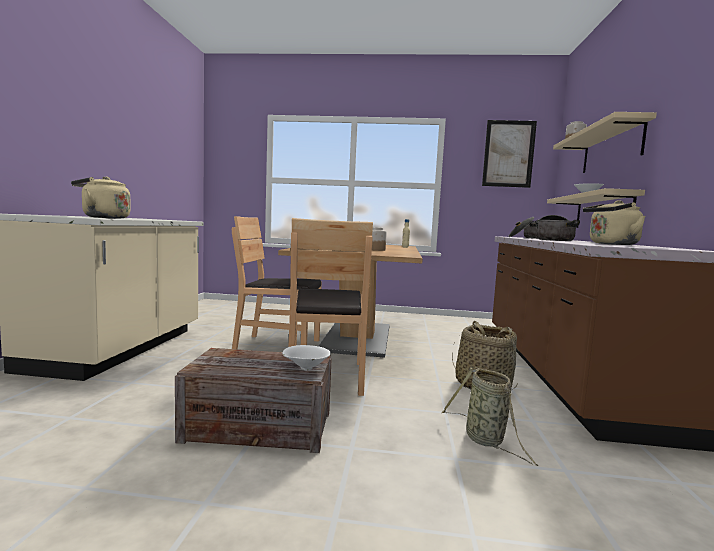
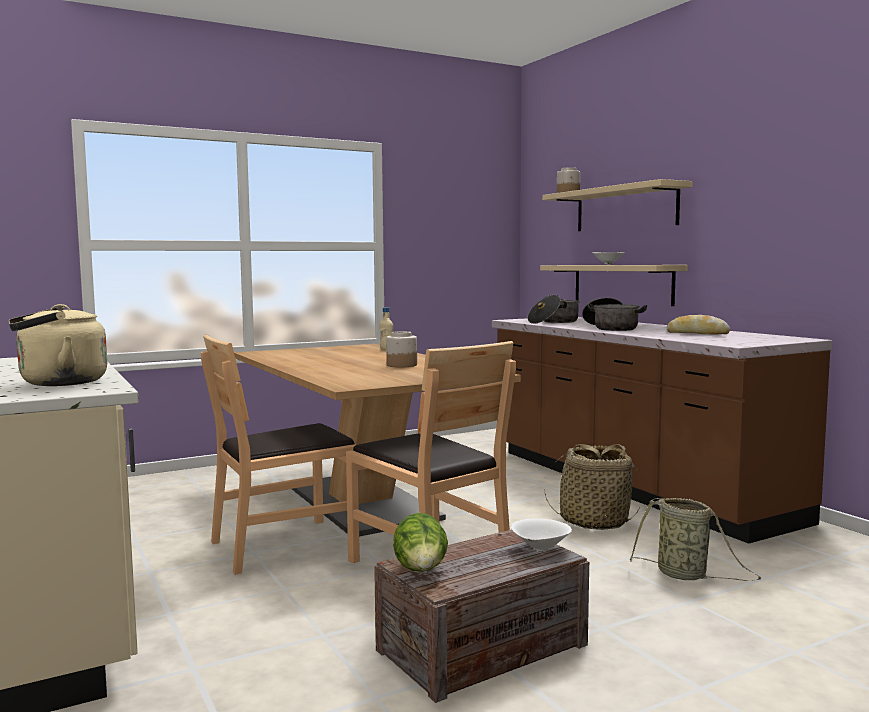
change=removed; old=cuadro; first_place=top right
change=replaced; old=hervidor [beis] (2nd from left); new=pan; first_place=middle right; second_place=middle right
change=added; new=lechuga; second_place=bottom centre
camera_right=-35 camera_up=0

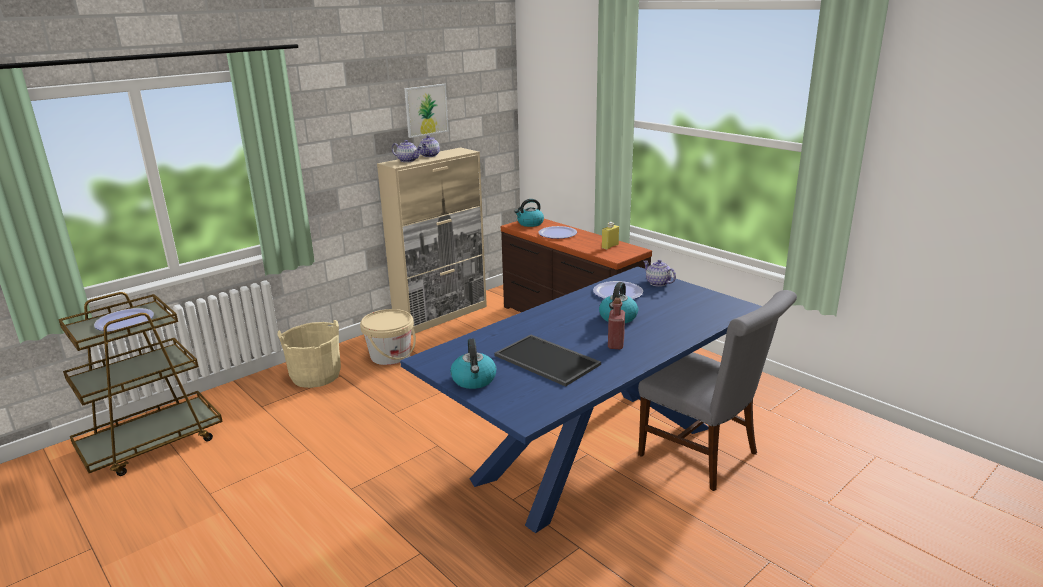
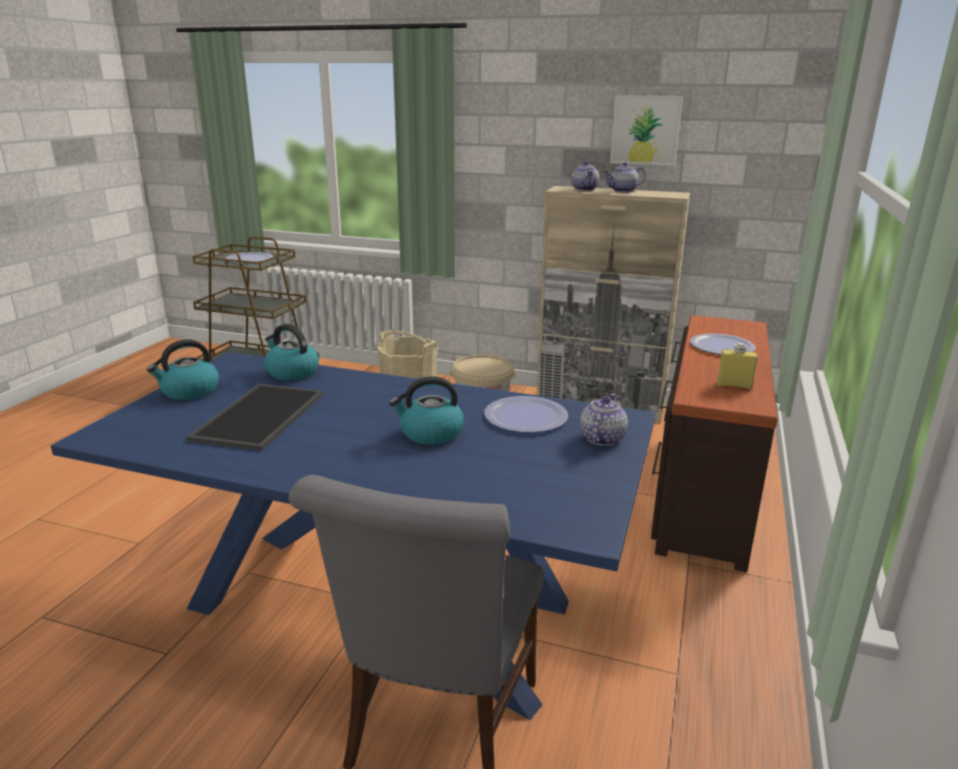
change=moved; old=hervidor (2nd from left); first_place=centre; second_place=middle left
change=removed; old=botella [rojo]; first_place=centre
camera_right=60 camera_up=0

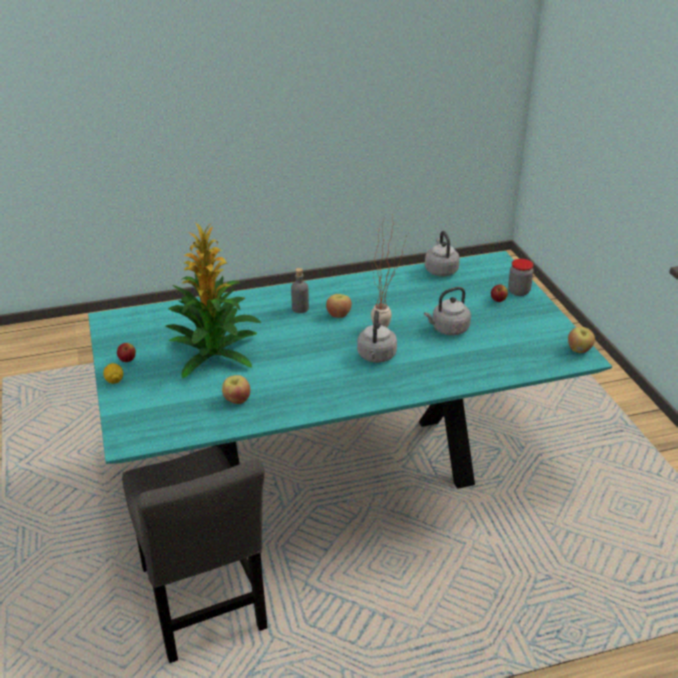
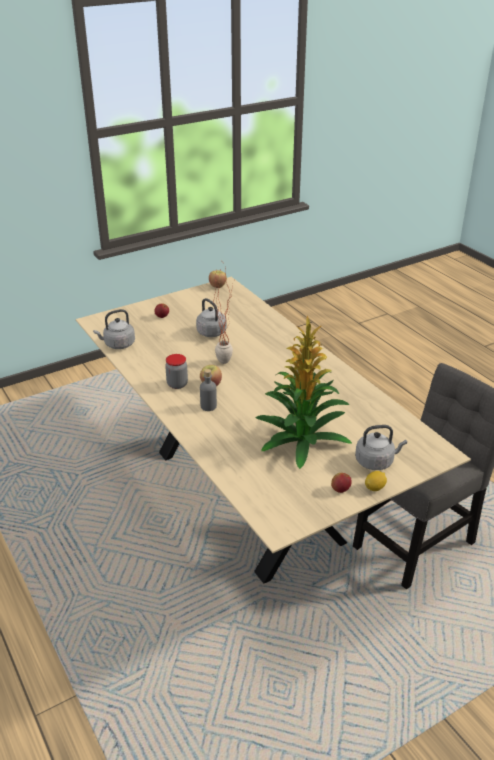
change=recoloured; old=mesa de comedor [turquesa]; new=mesa de comedor [beis]; first_place=centre; second_place=centre
change=moved; old=tarro; first_place=middle right; second_place=centre
change=moved; old=hervidor [gris] (1st from left in the first image); new=hervidor [gris] (3rd from left); first_place=centre; second_place=middle right
change=removed; old=manzana (2nd from left); first_place=centre
camera_right=-105 camera_up=0

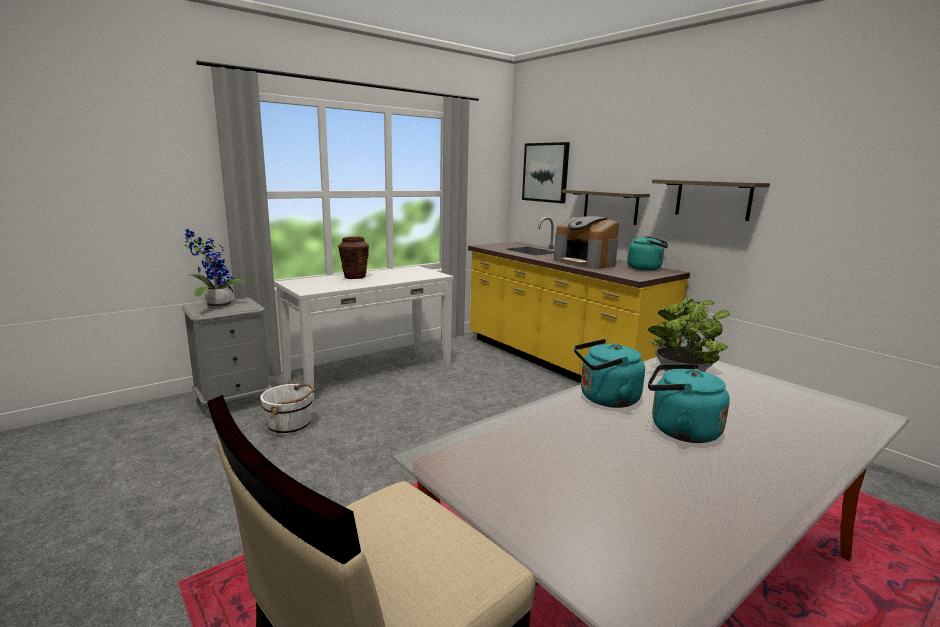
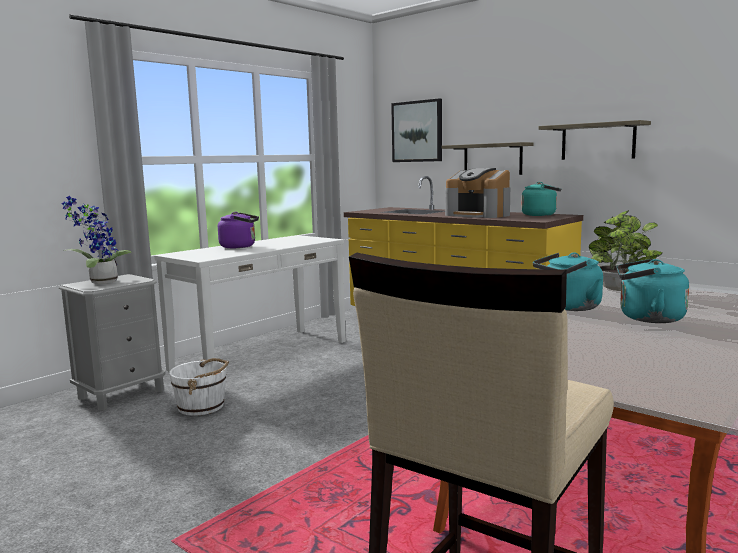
change=replaced; old=florero [marrón]; new=hervidor [morado]; first_place=centre; second_place=middle left
camera_right=-10 camera_up=-5

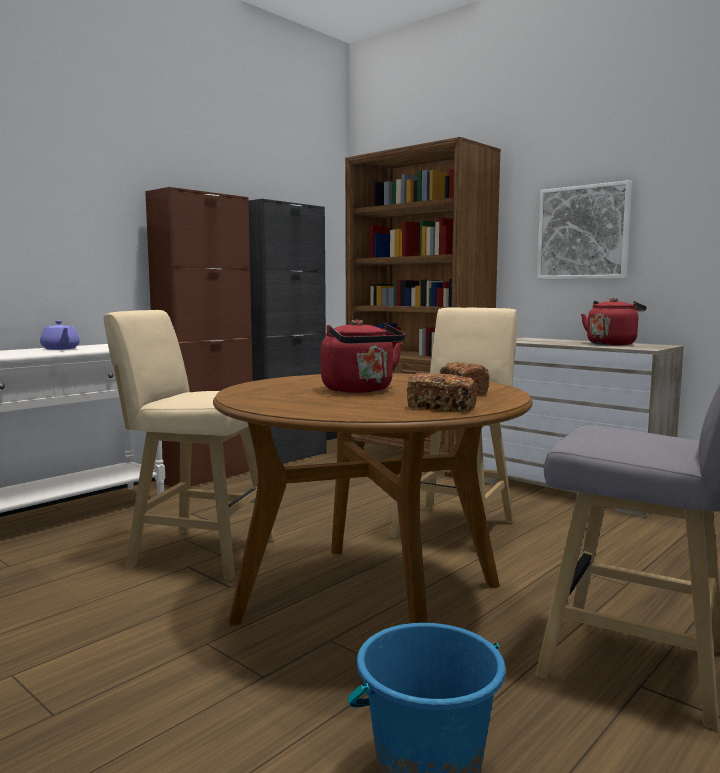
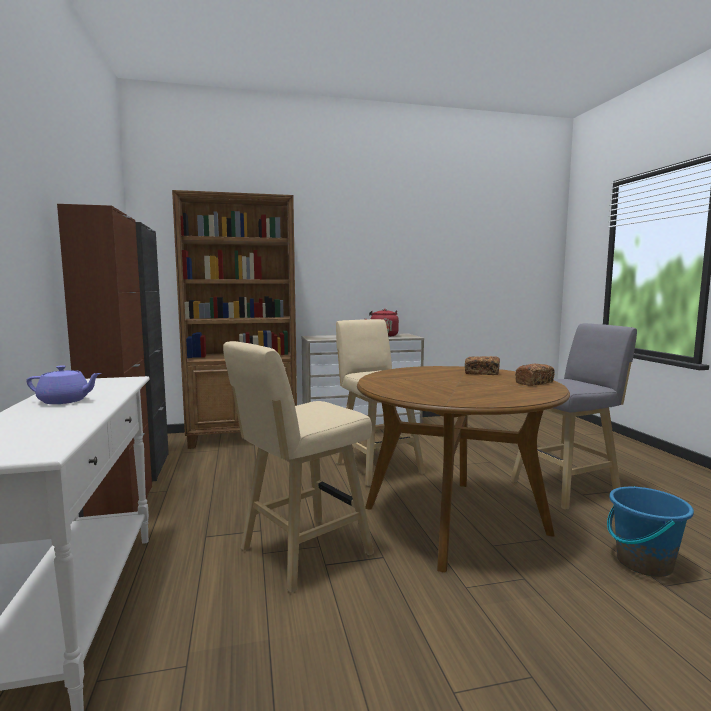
change=removed; old=cuadro; first_place=top right
change=removed; old=hervidor [rojo] (1st from left); first_place=centre
camera_right=-55 camera_up=0

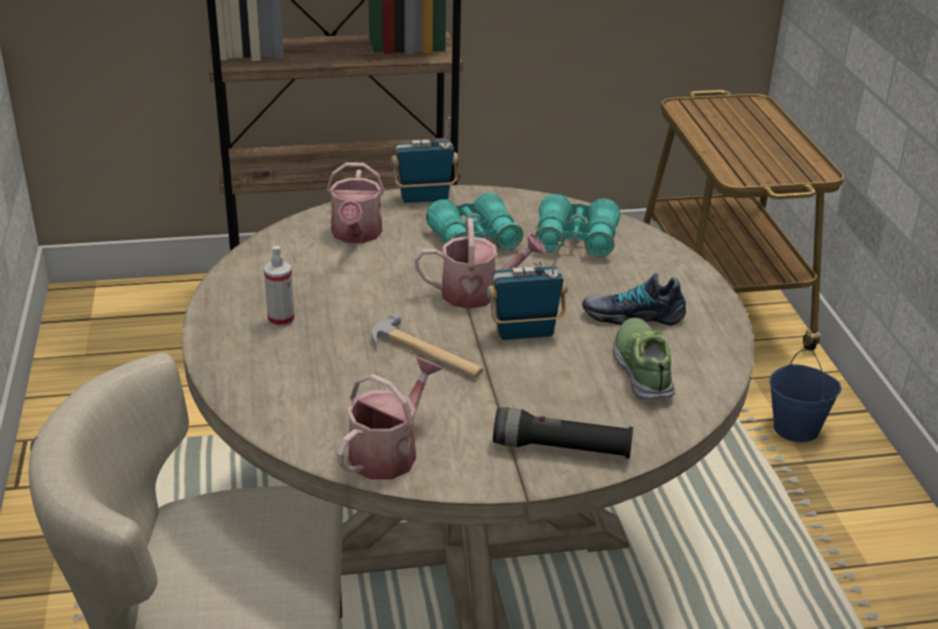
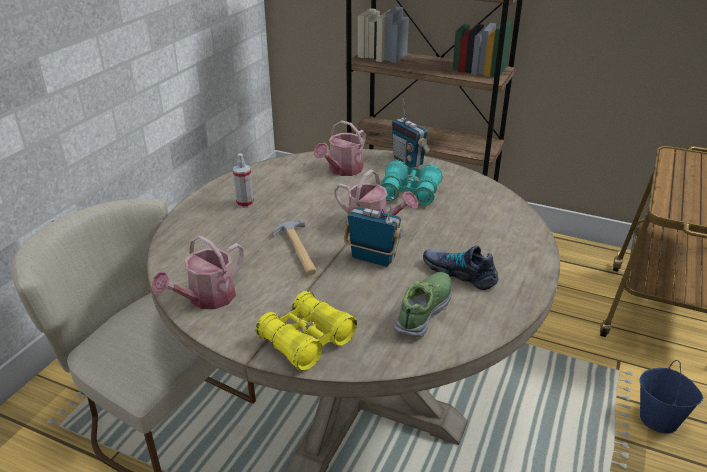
change=turned; old=radio (1st from left in the first image); first_place=top centre; second_place=top centre; degrees=-150
change=removed; old=prismáticos [turquesa] (2nd from left); first_place=centre
change=turned; old=regadera (2nd from left in the first image); first_place=centre; second_place=middle left; degrees=150
change=replaced; old=linterna [negro]; new=prismáticos [amarillo]; first_place=bottom centre; second_place=bottom centre
camera_right=35 camera_up=0

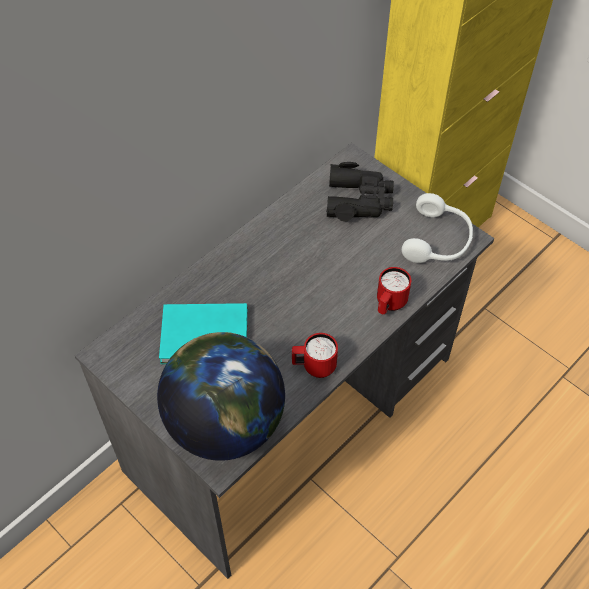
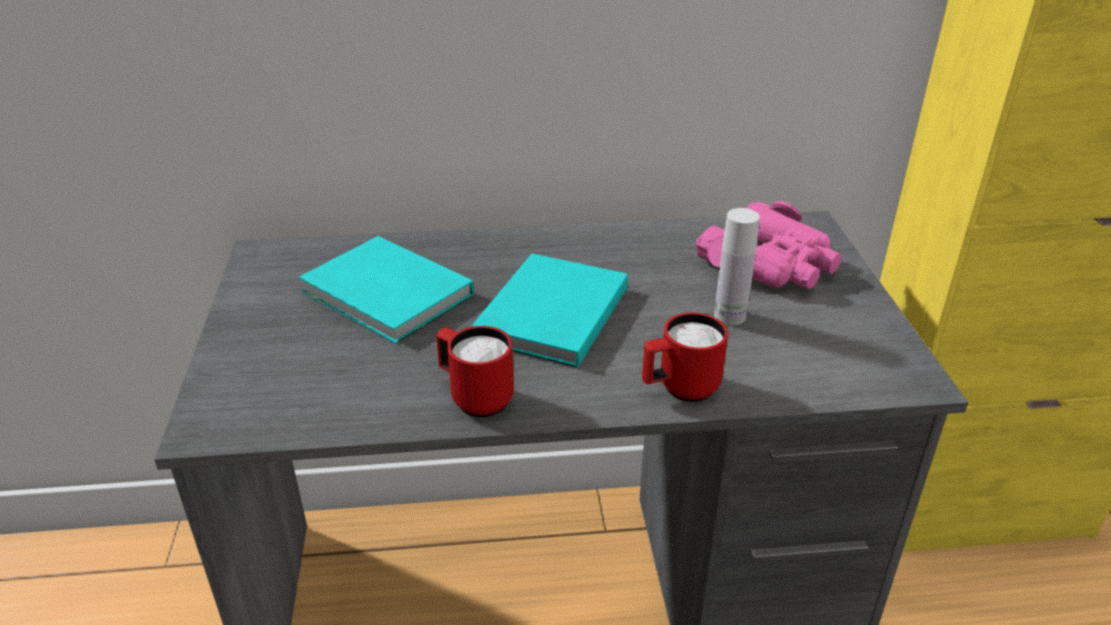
change=recoloured; old=prismáticos [negro]; new=prismáticos [rosa]; first_place=top centre; second_place=middle right
change=removed; old=auriculares [blanco]; first_place=middle right
change=removed; old=globo terráqueo; first_place=bottom centre
change=added; new=botella [blanco]; second_place=centre
change=added; new=libro [turquesa] (2nd from left); second_place=centre
camera_right=40 camera_up=-20

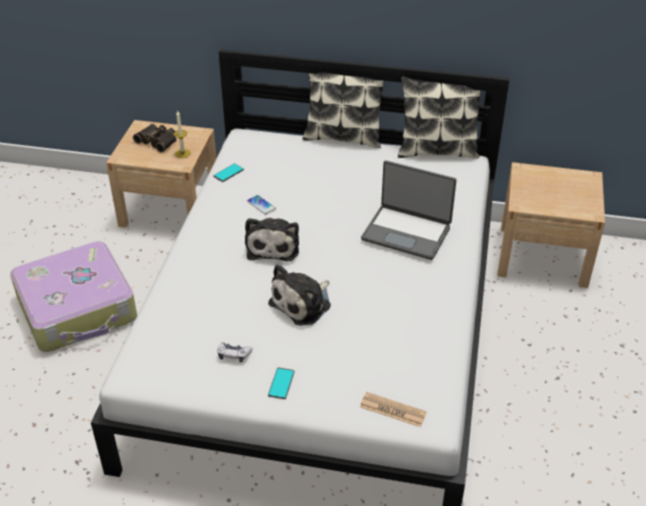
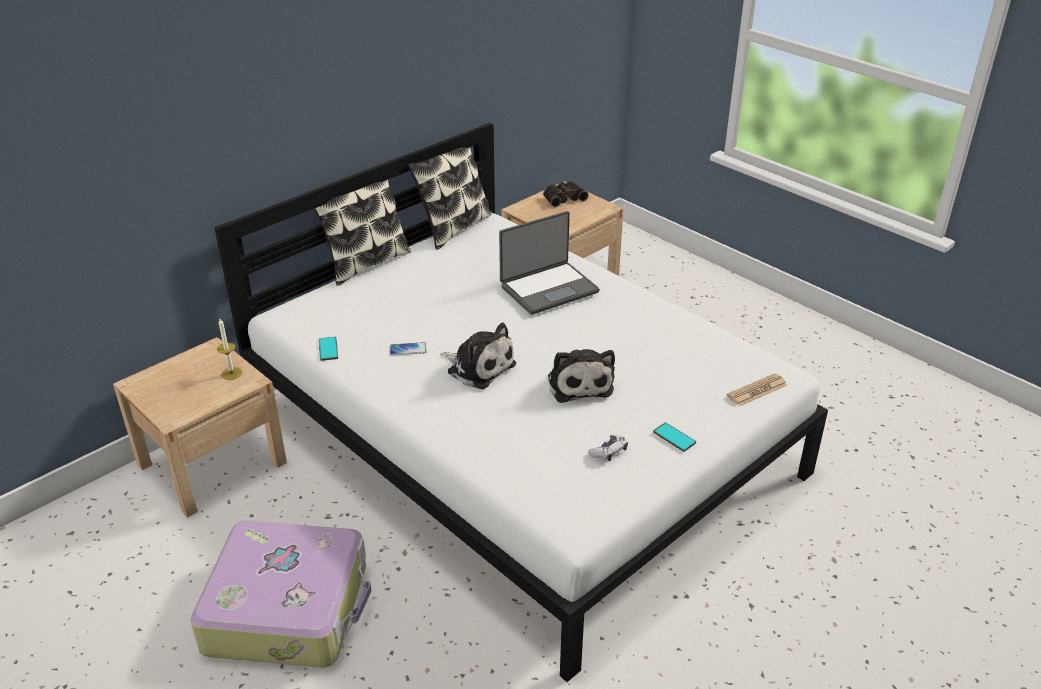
change=moved; old=prismáticos; first_place=top left; second_place=top centre
camera_right=-55 camera_up=-5

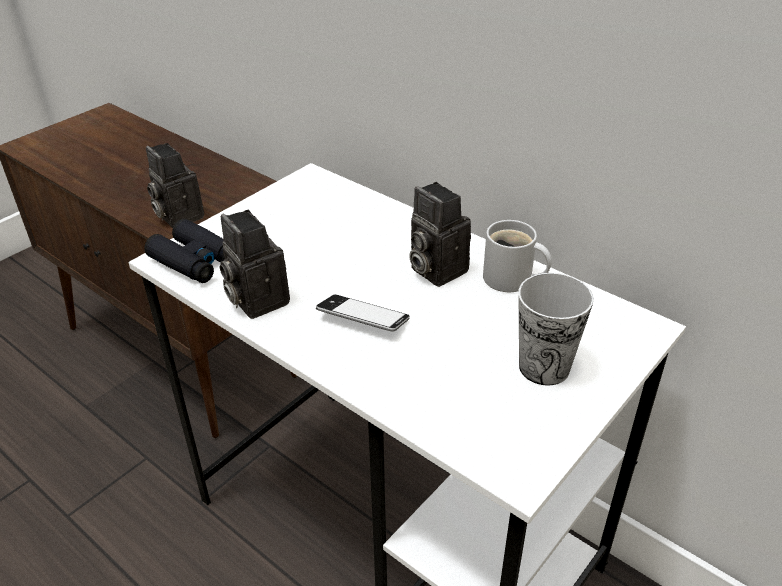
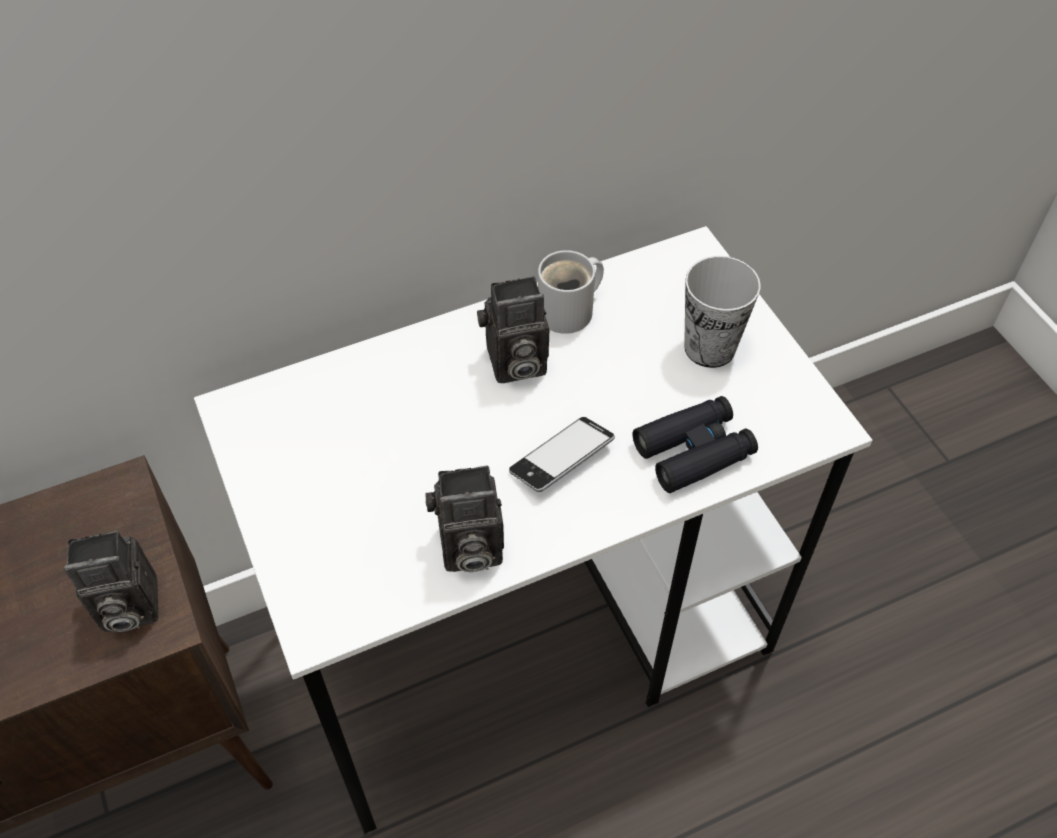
change=moved; old=prismáticos [negro]; first_place=middle left; second_place=centre
camera_right=-65 camera_up=15

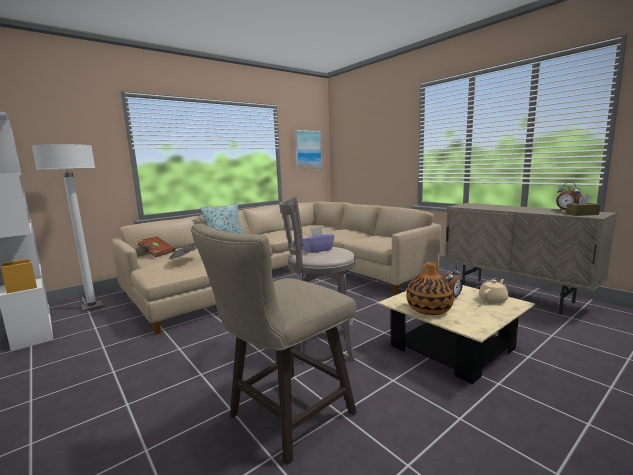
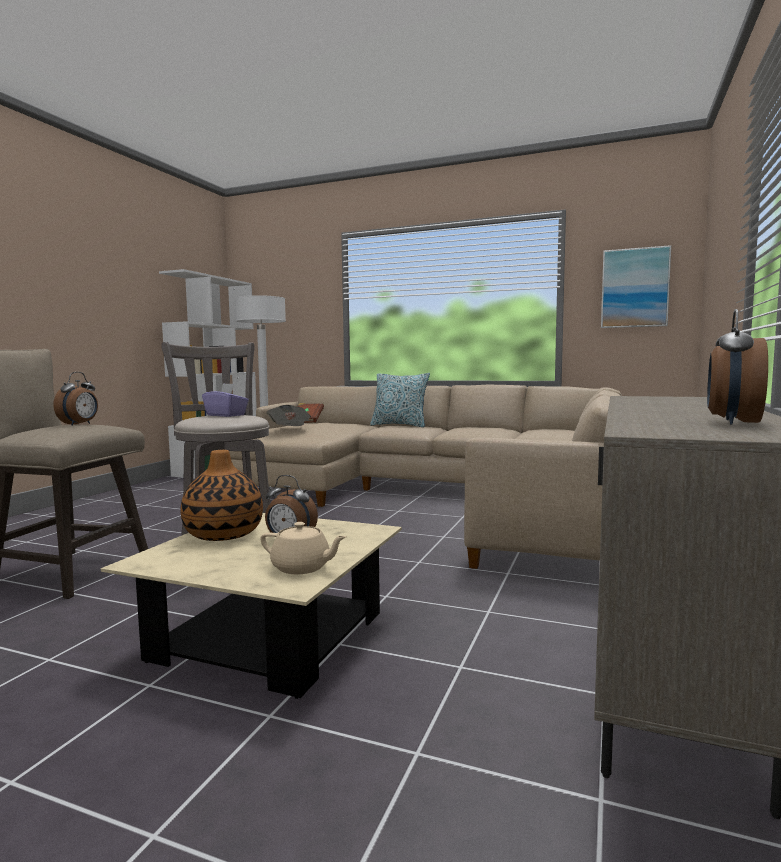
change=removed; old=caja de pañuelos [marrón]; first_place=middle right
change=added; new=despertador (1st from left); second_place=middle left
camera_right=60 camera_up=-5

